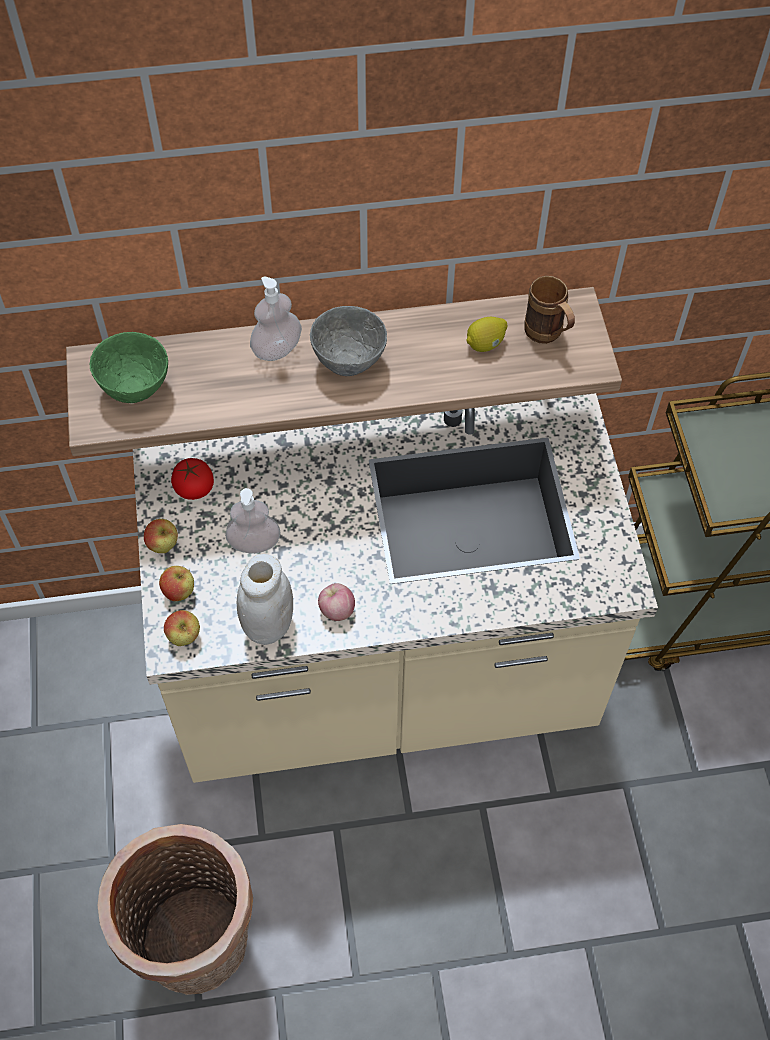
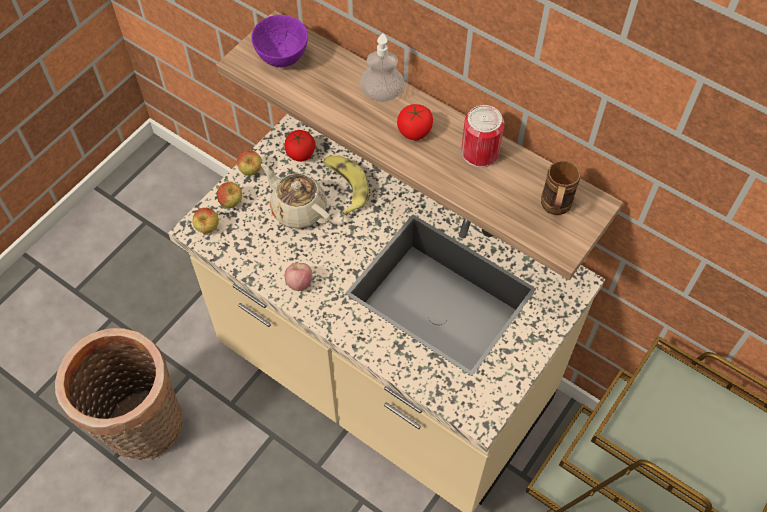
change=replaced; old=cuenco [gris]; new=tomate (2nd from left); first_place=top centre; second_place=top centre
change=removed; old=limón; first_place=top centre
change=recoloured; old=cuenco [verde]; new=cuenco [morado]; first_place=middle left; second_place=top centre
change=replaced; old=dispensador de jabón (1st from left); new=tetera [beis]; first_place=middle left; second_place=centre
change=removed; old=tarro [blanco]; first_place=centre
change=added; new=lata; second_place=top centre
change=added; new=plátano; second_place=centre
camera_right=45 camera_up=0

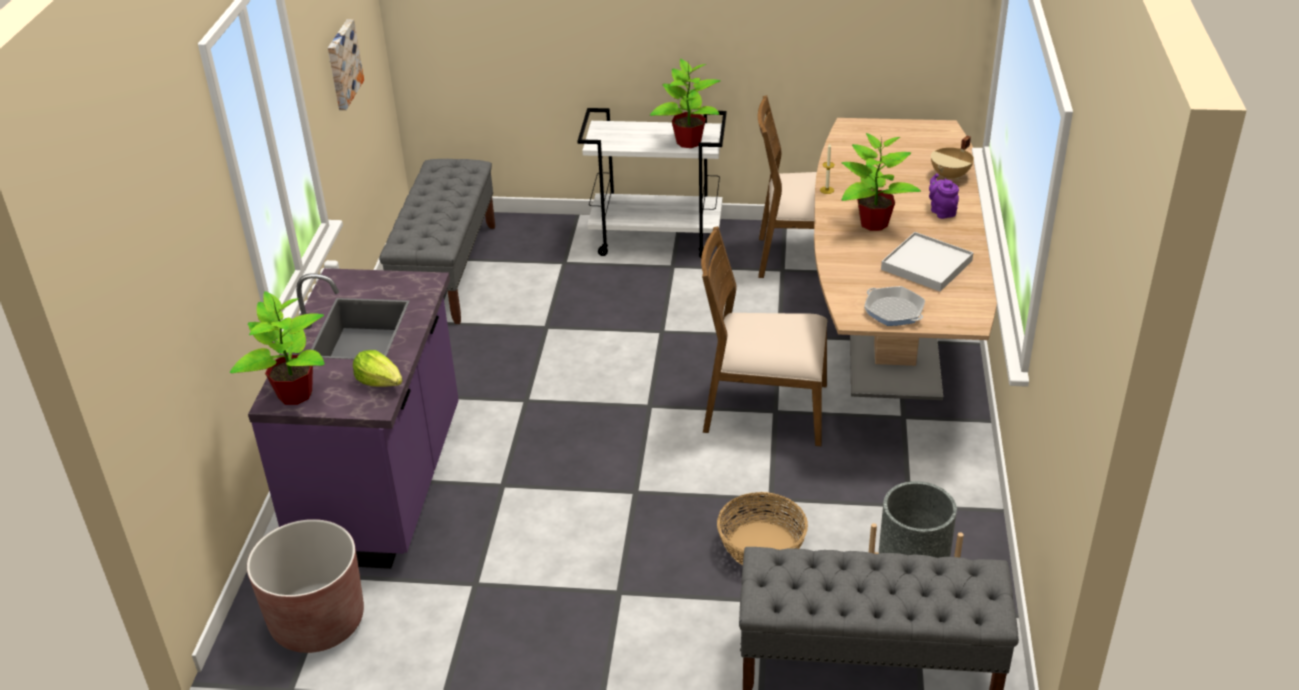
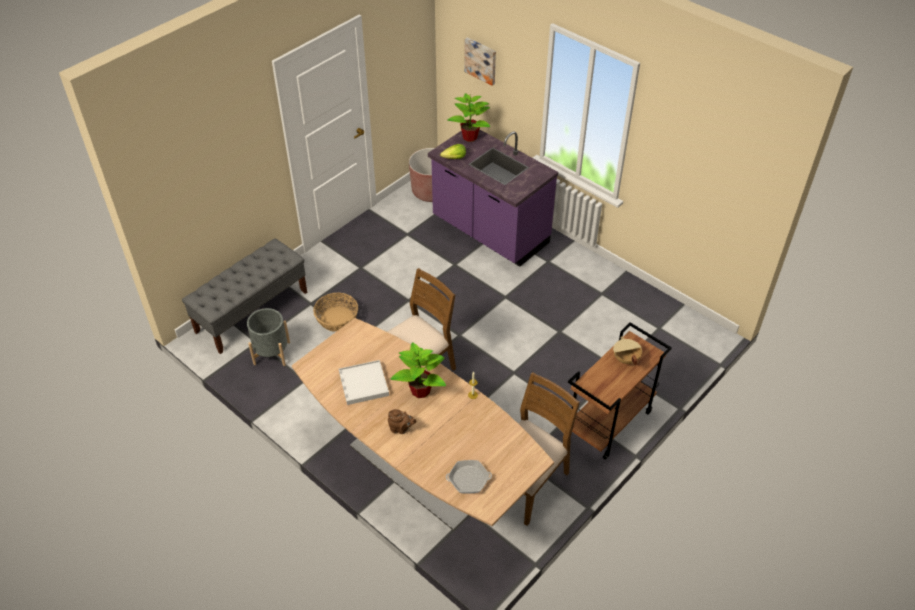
change=moved; old=cuadro; first_place=top left; second_place=top centre
change=removed; old=planta en maceta (2nd from left); first_place=top centre
change=recoloured; old=carrito [blanco]; new=carrito [marrón]; first_place=top centre; second_place=middle right
change=moved; old=olla [beis]; first_place=top right; second_place=middle right
change=removed; old=banco [gris] (1st from left); first_place=centre
change=recoloured; old=tetera [morado]; new=tetera [marrón]; first_place=top right; second_place=bottom centre
change=moved; old=sartén; first_place=middle right; second_place=bottom centre
camera_right=125 camera_up=10

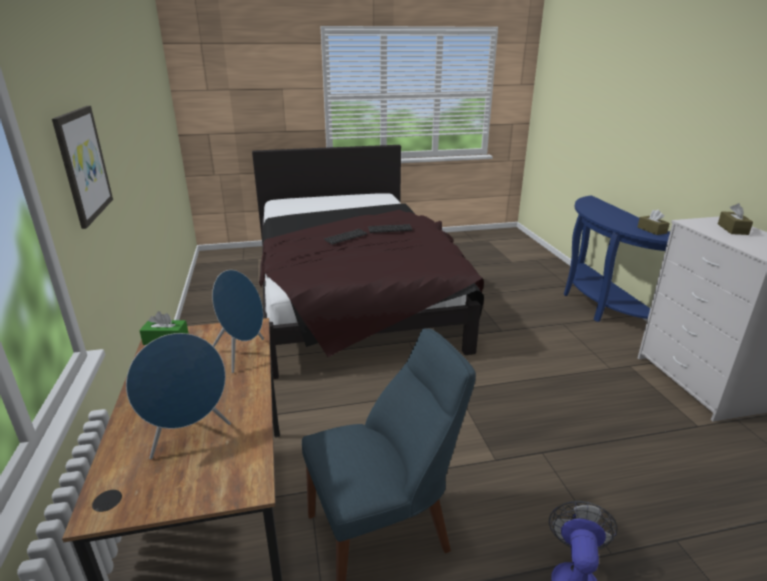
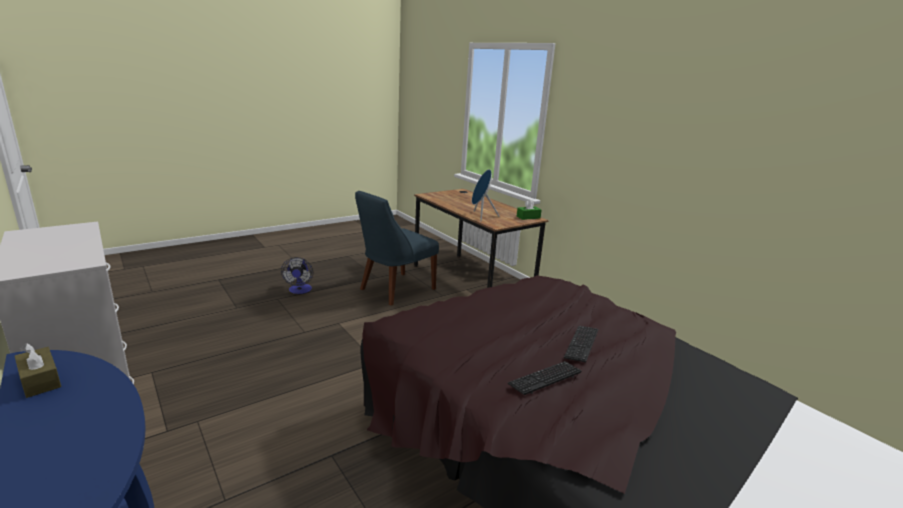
change=removed; old=cuadro; first_place=top left
change=removed; old=caja de pañuelos [marrón] (2nd from left); first_place=middle right
change=removed; old=altavoz [azul] (1st from left); first_place=bottom left
camera_right=155 camera_up=-5

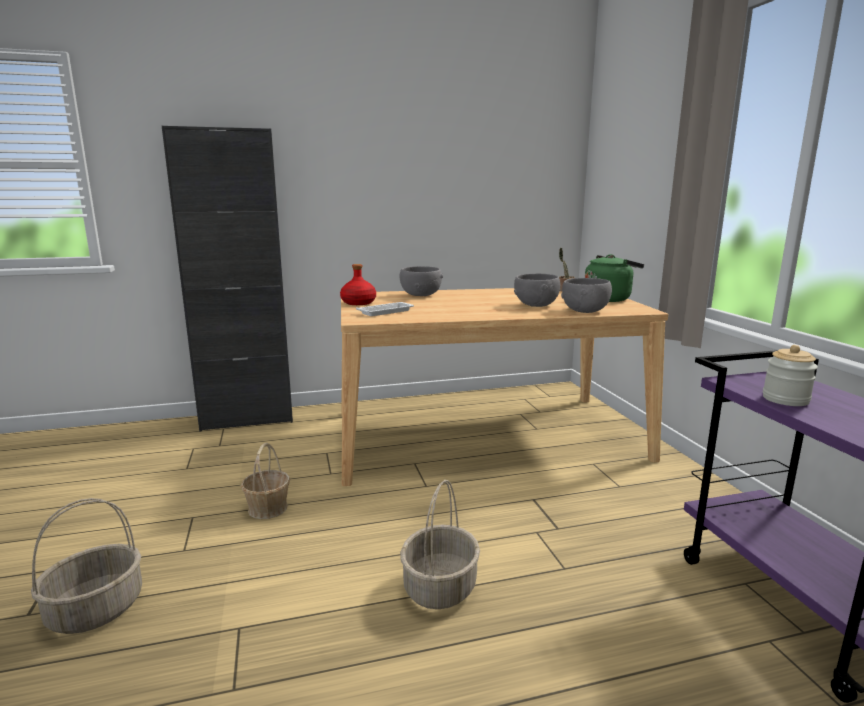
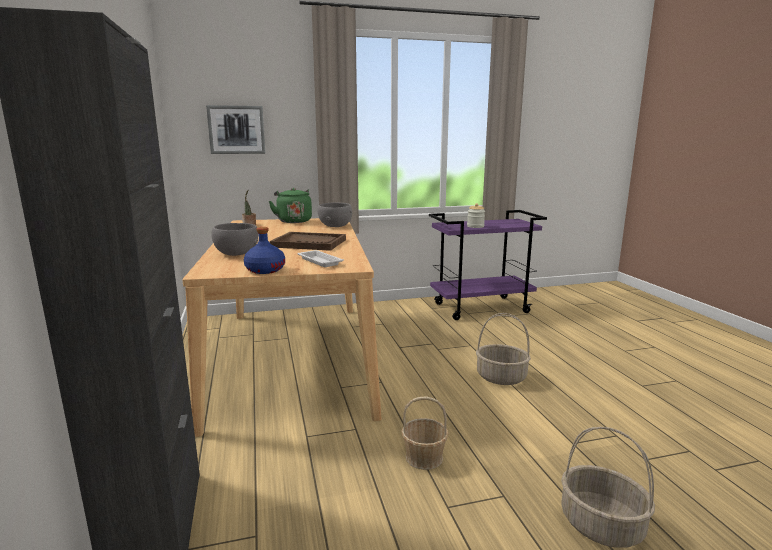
change=recoloured; old=botella [rojo]; new=botella [azul]; first_place=centre; second_place=centre
change=removed; old=cuenco [gris] (2nd from left); first_place=centre
change=added; new=cuadro; second_place=top left
change=added; new=bandeja [marrón]; second_place=centre
camera_right=-90 camera_up=0

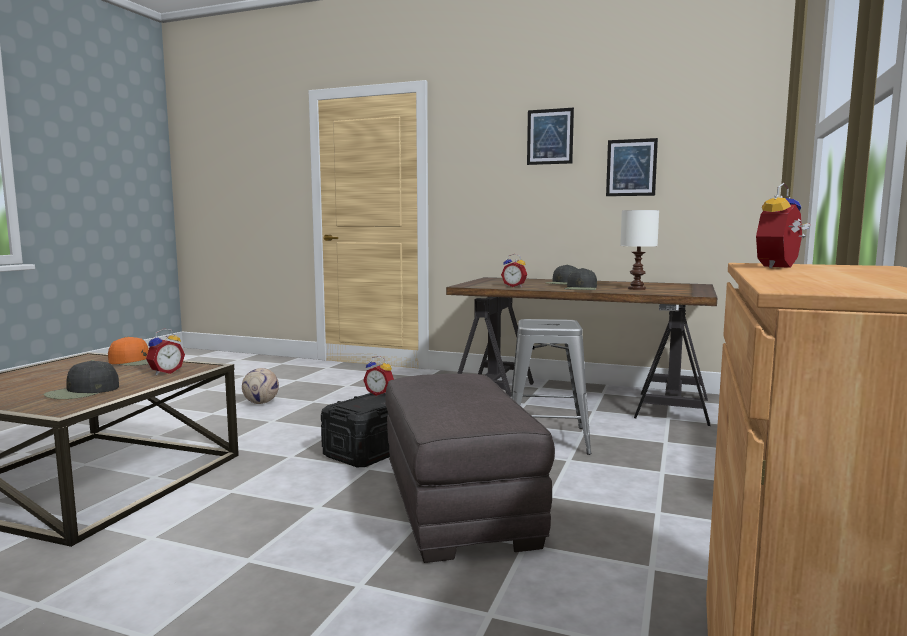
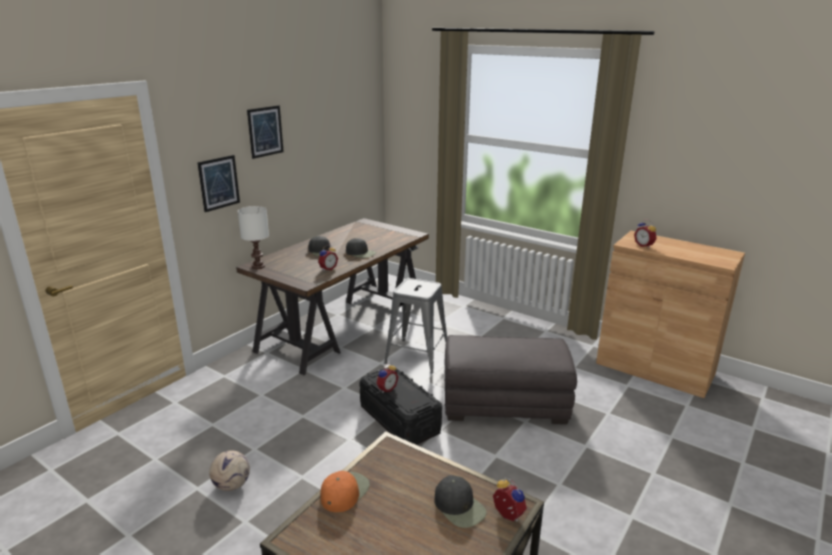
change=moved; old=cuadro (2nd from left in the first image); new=cuadro (1st from left); first_place=top right; second_place=top left
change=moved; old=lámpara de mesa [blanco]; first_place=middle right; second_place=middle left
change=moved; old=despertador (1st from left in the first image); new=despertador (3rd from left); first_place=middle left; second_place=bottom centre
camera_right=-75 camera_up=15

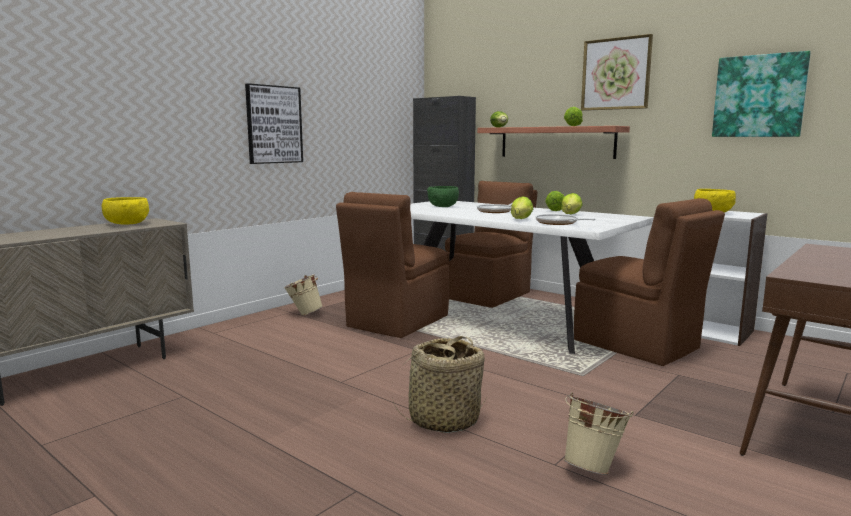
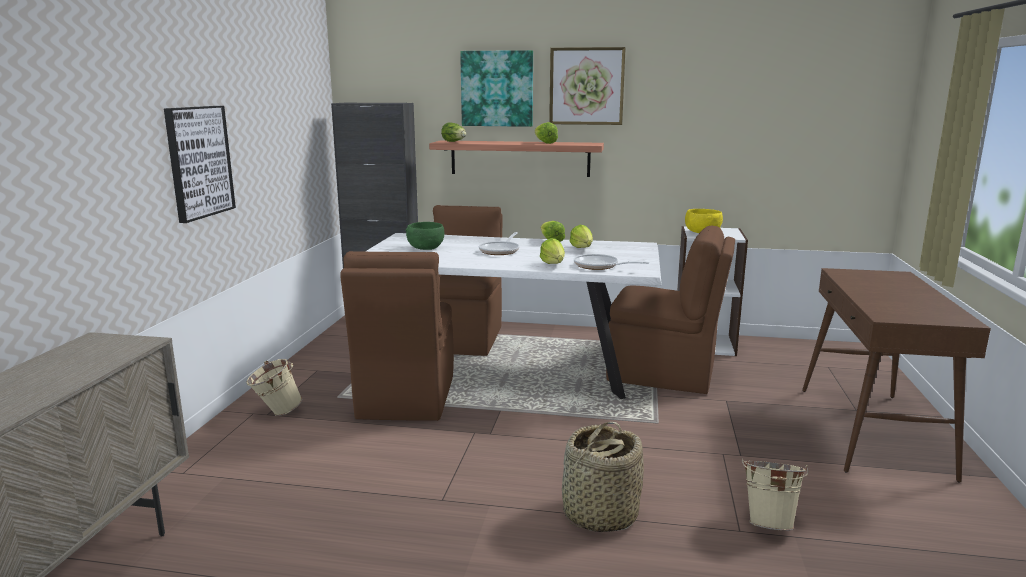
change=moved; old=cuadro (3rd from left in the first image); new=cuadro (2nd from left); first_place=top right; second_place=top centre
change=removed; old=cuenco [amarillo] (1st from left); first_place=middle left
camera_right=-30 camera_up=5

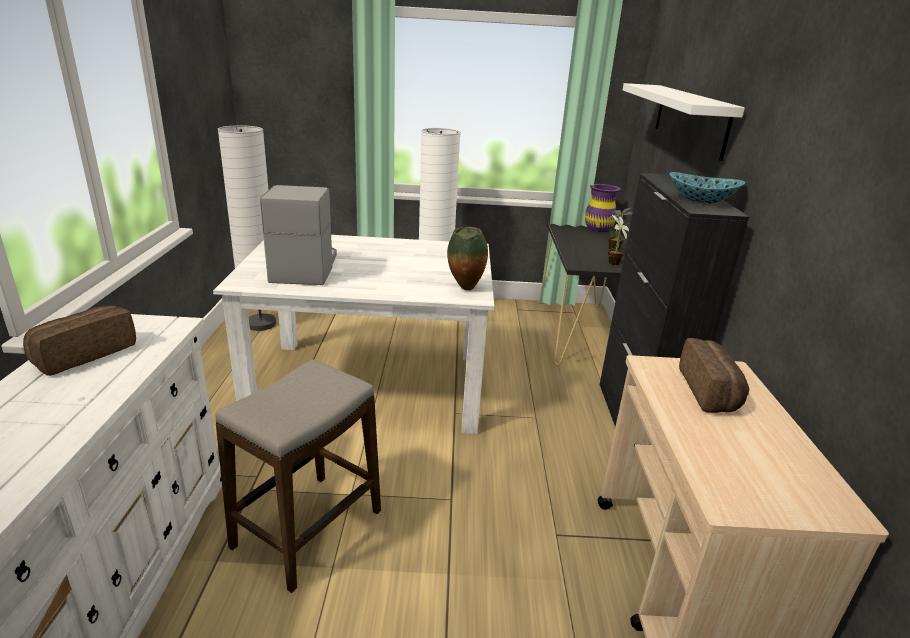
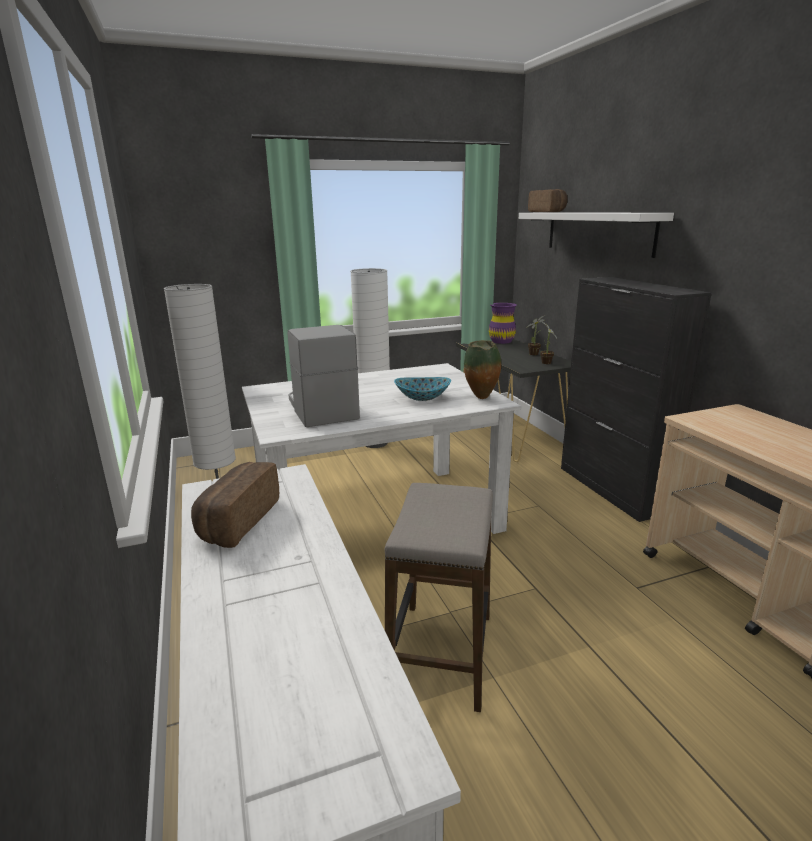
change=moved; old=cuenco; first_place=top right; second_place=centre
change=moved; old=pan (2nd from left); first_place=middle right; second_place=top right
camera_right=-20 camera_up=-5

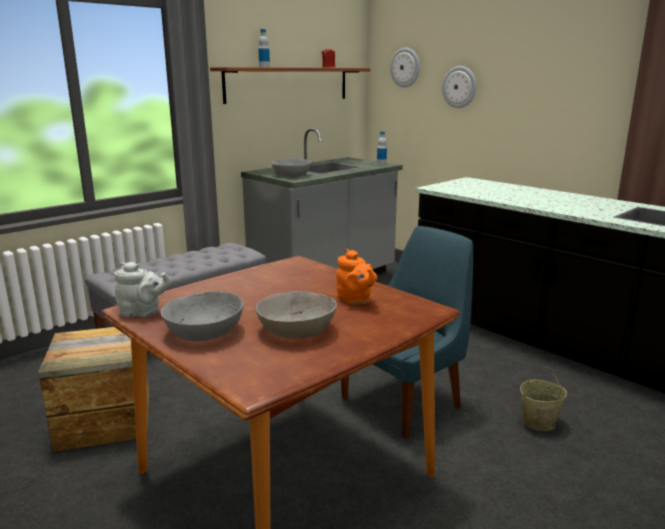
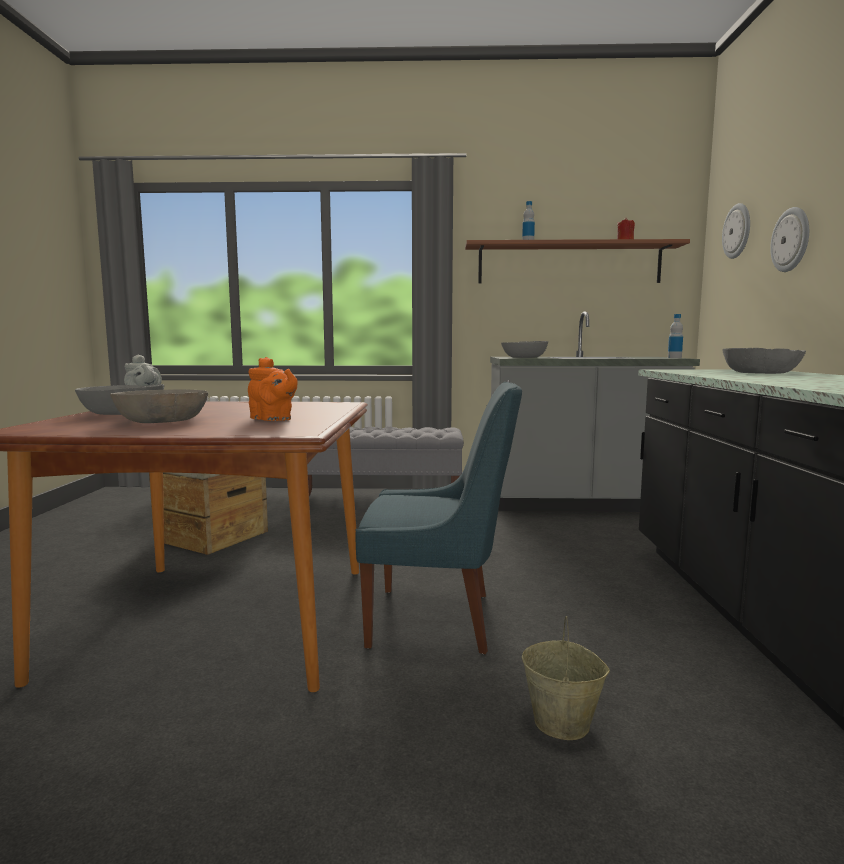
change=turned; old=tetera [naranja]; first_place=centre; second_place=middle left; degrees=-60
change=added; new=cuenco [gris] (4th from left); second_place=middle right
camera_right=45 camera_up=-10

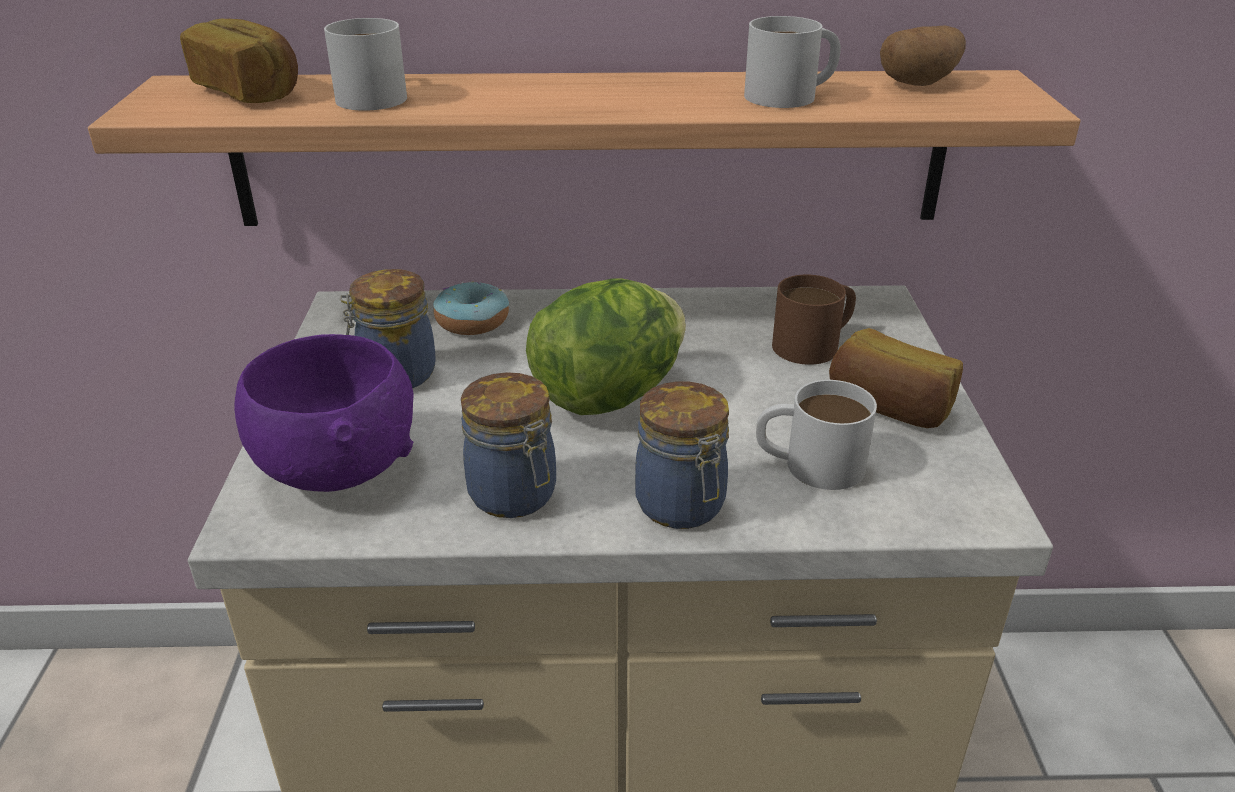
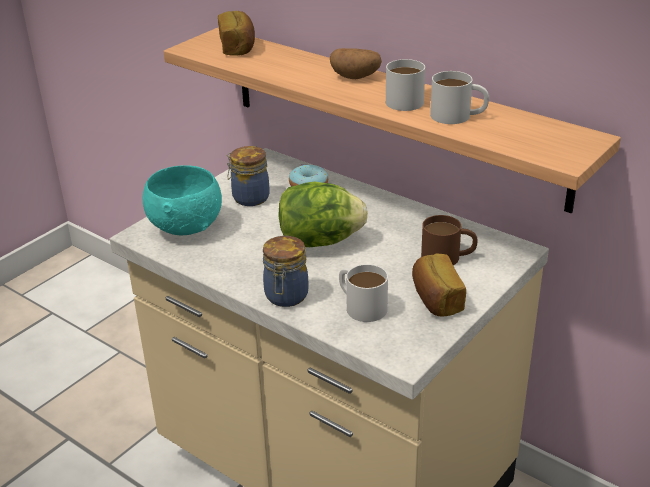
change=moved; old=taza grande [blanco] (1st from left in the first image); new=taza grande [blanco] (2nd from left); first_place=top left; second_place=top centre
change=moved; old=patata; first_place=top right; second_place=top centre
change=recoloured; old=cuenco [morado]; new=cuenco [turquesa]; first_place=middle left; second_place=middle left
change=removed; old=tarro (2nd from left); first_place=centre
camera_right=40 camera_up=0

